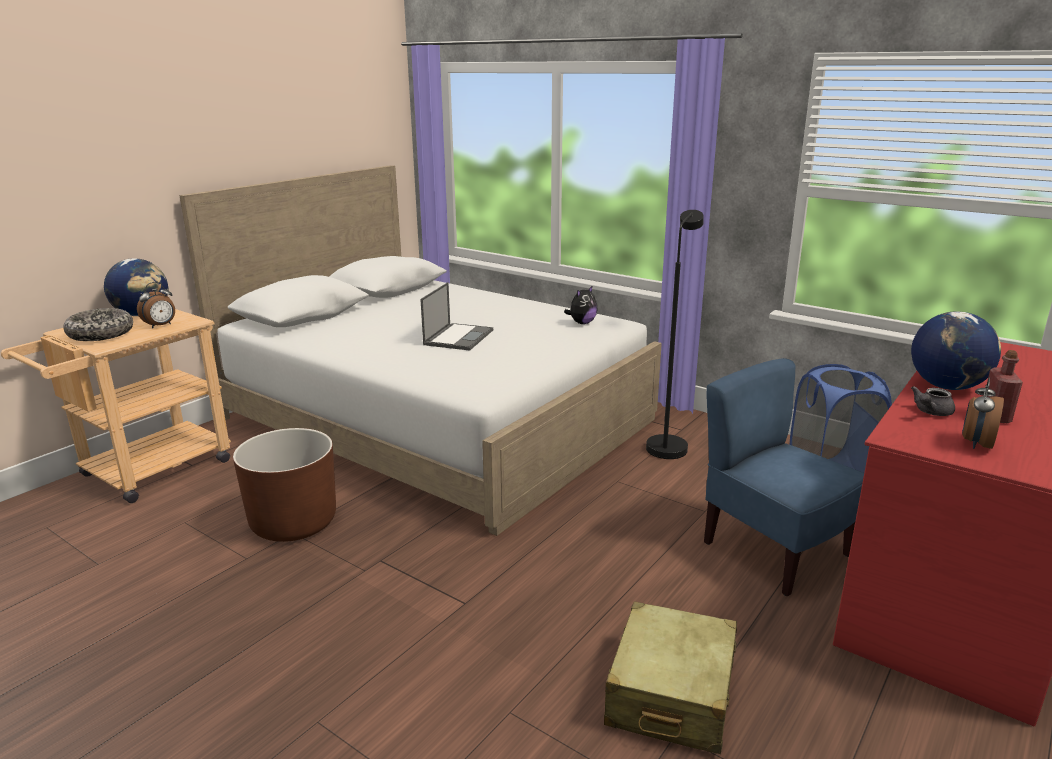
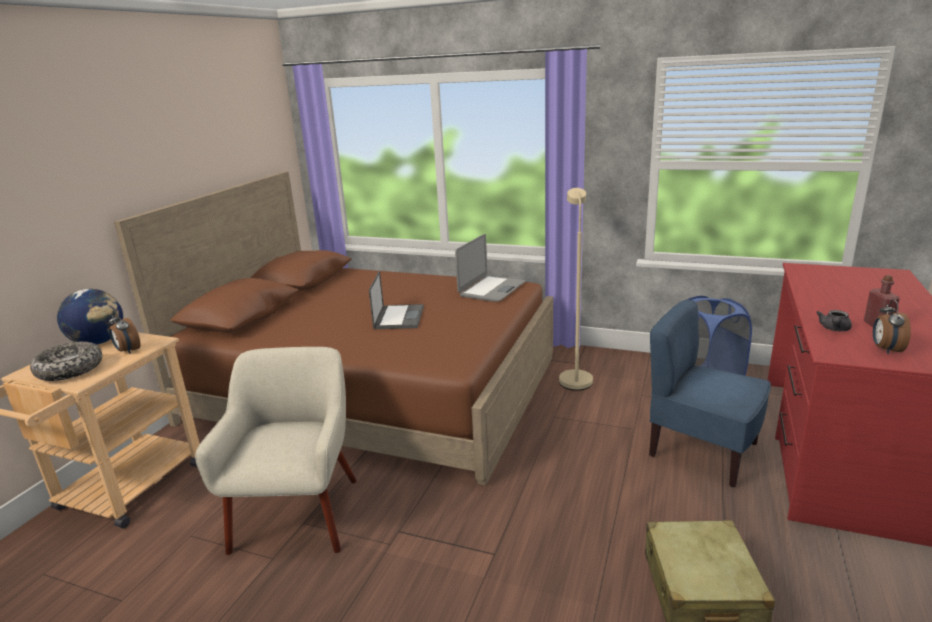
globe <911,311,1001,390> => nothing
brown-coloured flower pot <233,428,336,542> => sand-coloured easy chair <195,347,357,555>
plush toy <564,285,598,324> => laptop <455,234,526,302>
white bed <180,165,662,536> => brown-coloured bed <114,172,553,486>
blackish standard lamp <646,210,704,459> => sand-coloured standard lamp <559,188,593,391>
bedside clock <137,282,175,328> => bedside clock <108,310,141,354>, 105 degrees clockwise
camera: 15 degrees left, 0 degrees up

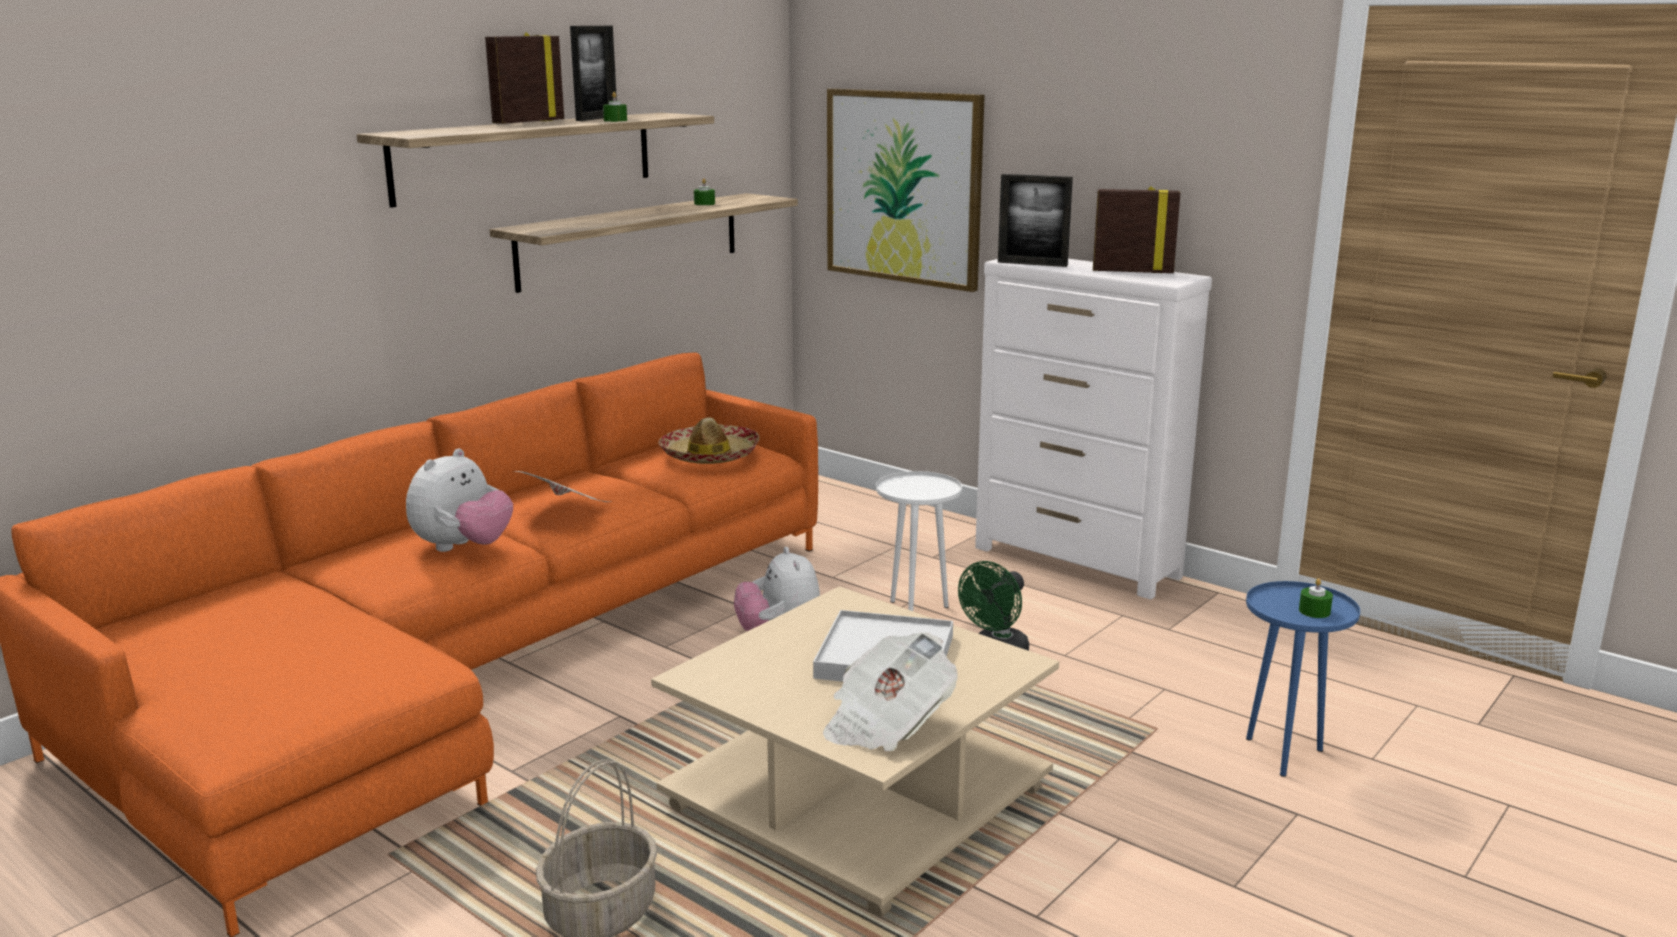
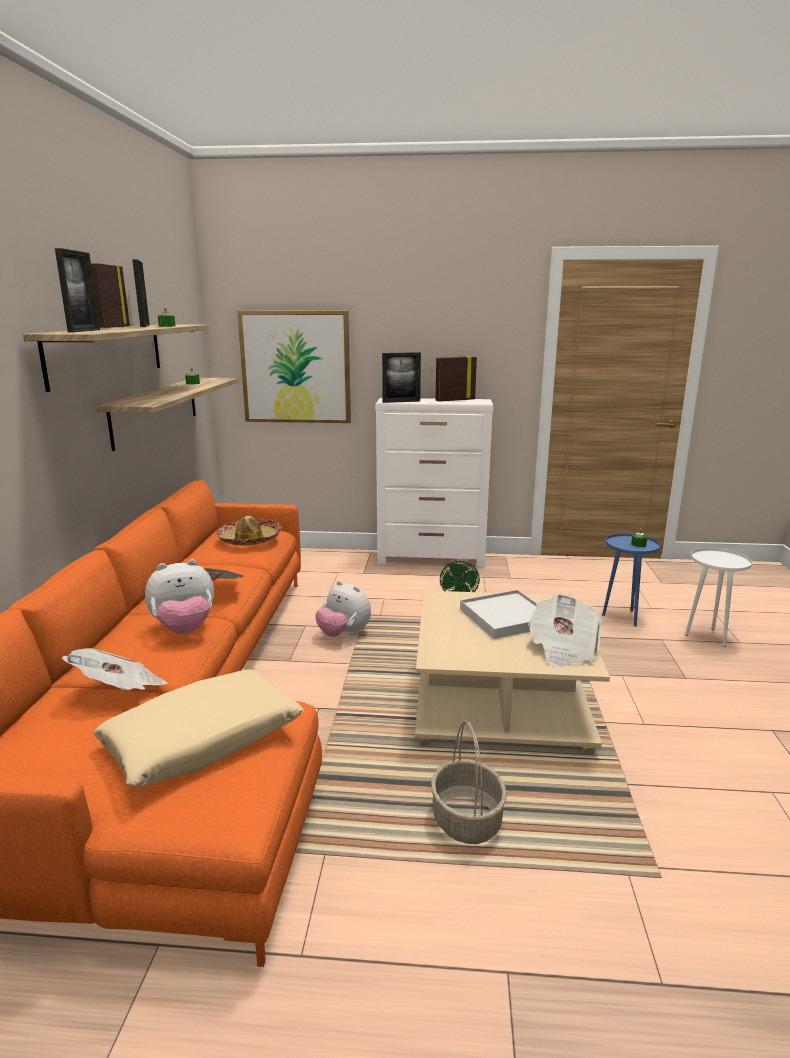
nothing => picture frame <55,248,100,332>
nothing => daily paper <62,648,168,690>
nothing => sand-coloured pillow <94,669,304,787>
white side table <876,471,962,611> => white side table <685,548,752,647>, move
plush toy <406,448,513,552> => plush toy <145,559,214,634>, 75 degrees clockwise
camera: 35 degrees left, 0 degrees up

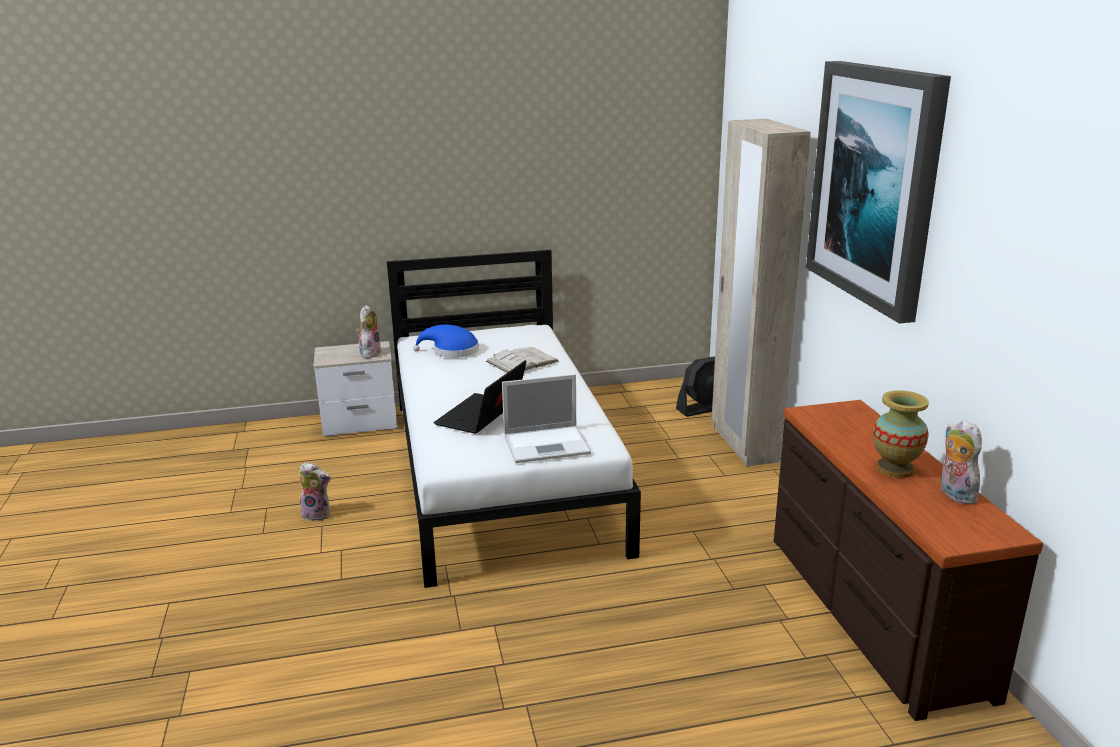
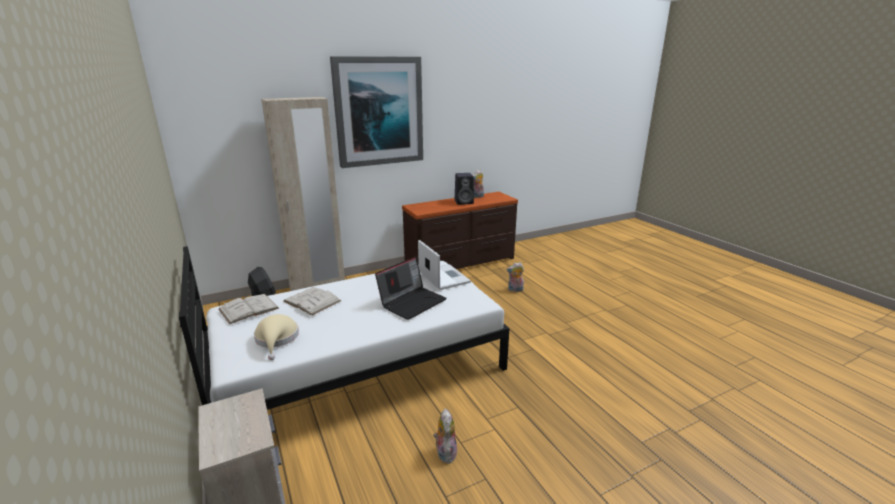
nothing => white bound book <218,294,279,324>
plush toy <356,305,382,358> => plush toy <507,262,524,292>, move
decorative vase <873,390,929,478> => blackish speaker <455,173,474,205>
blue wearable hat <413,325,479,358> => sand-coloured wearable hat <254,314,299,360>
laptop <433,360,527,434> => laptop <375,256,447,320>, 60 degrees counterclockwise
camera: 105 degrees left, 0 degrees up

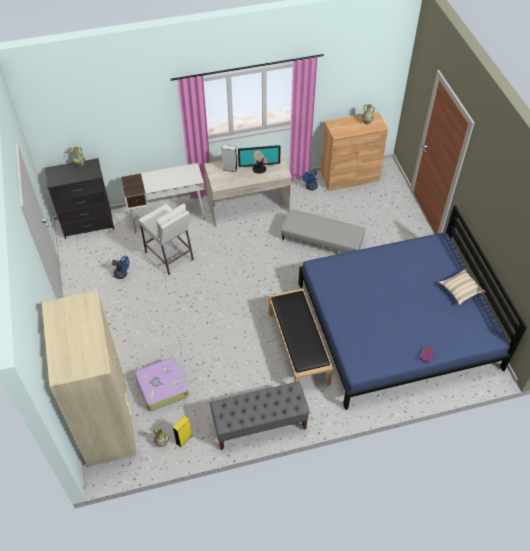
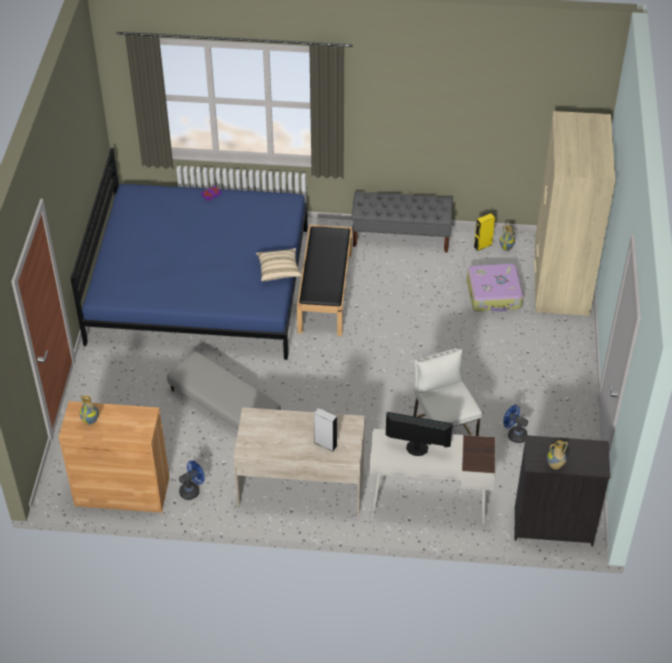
computer screen <238,145,281,174> => computer screen <386,412,453,456>, move
sand-coloured pillow <439,269,486,305> => sand-coloured pillow <256,248,302,281>, move
camera: 160 degrees left, 5 degrees down

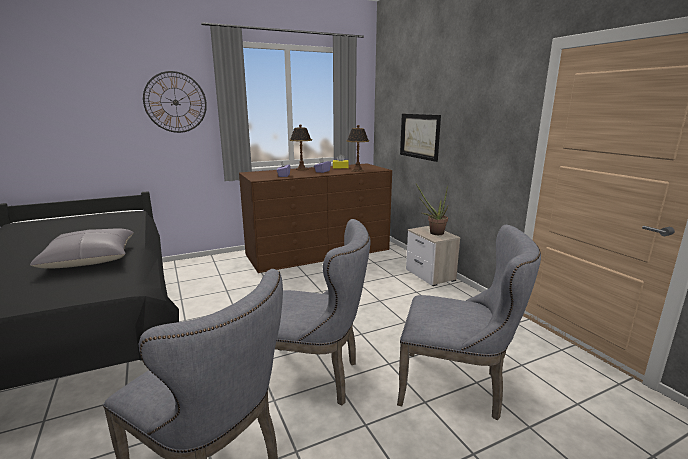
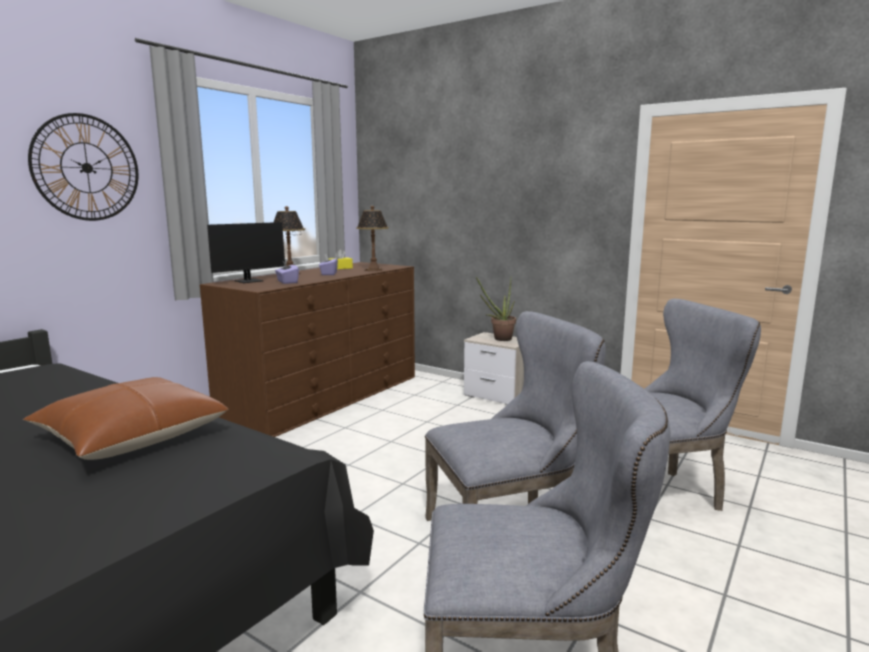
picture <400,114,441,162> => nothing
nothing => computer screen <207,222,303,283>
grey pillow <30,228,134,268> => brown-coloured pillow <23,377,228,460>
camera: 30 degrees left, 5 degrees down

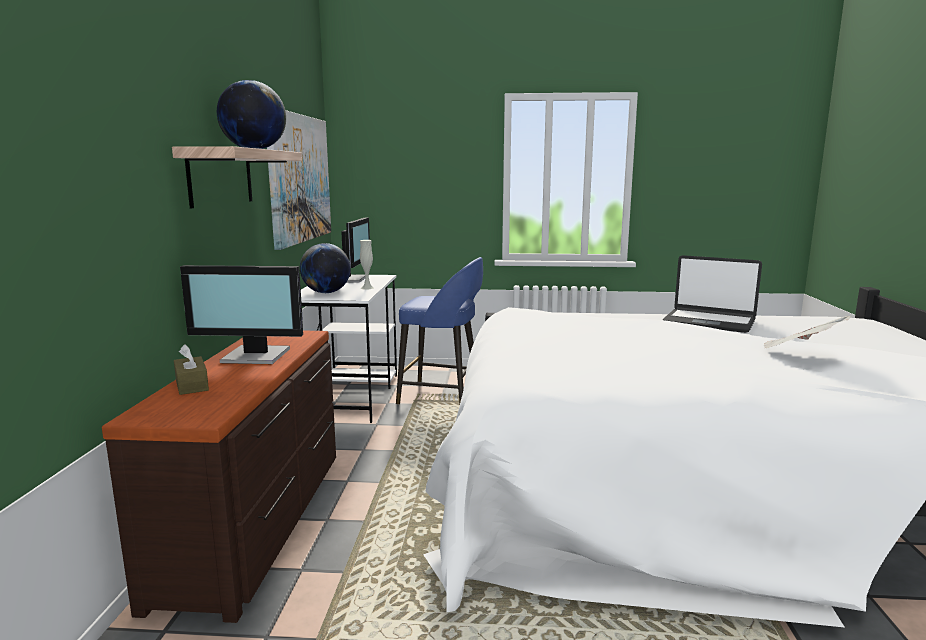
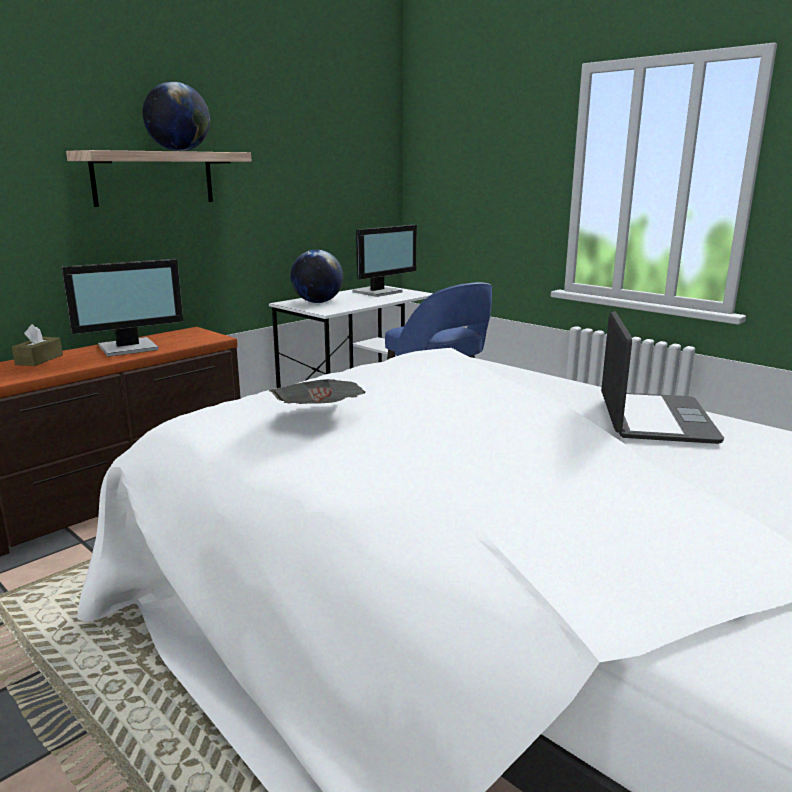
picture <267,110,331,250> => nothing
white decorative vase <360,240,374,289> => nothing
daily paper <764,316,850,348> => daily paper <269,379,366,404>, move
computer screen <180,265,303,364> => computer screen <61,259,184,357>, 75 degrees counterclockwise
laptop <663,255,762,333> => laptop <601,311,724,444>, 150 degrees counterclockwise
camera: 40 degrees right, 5 degrees up

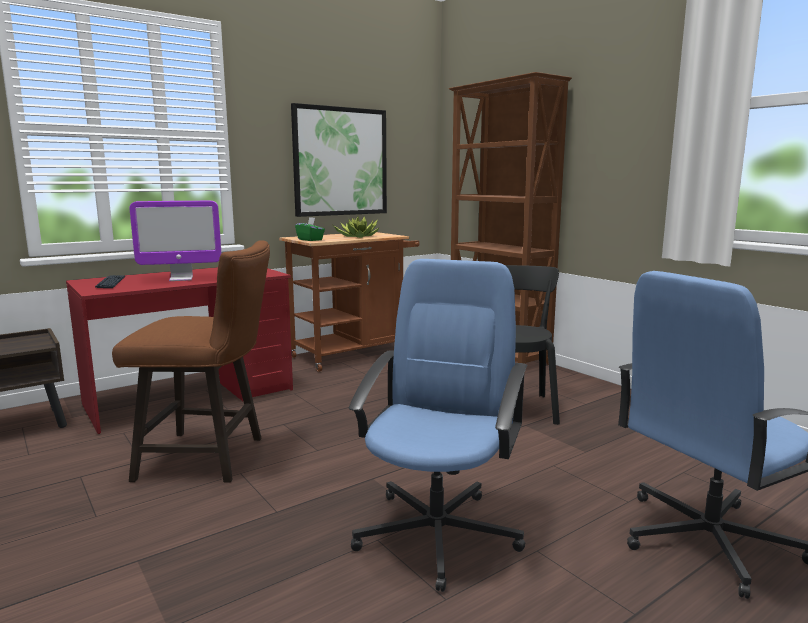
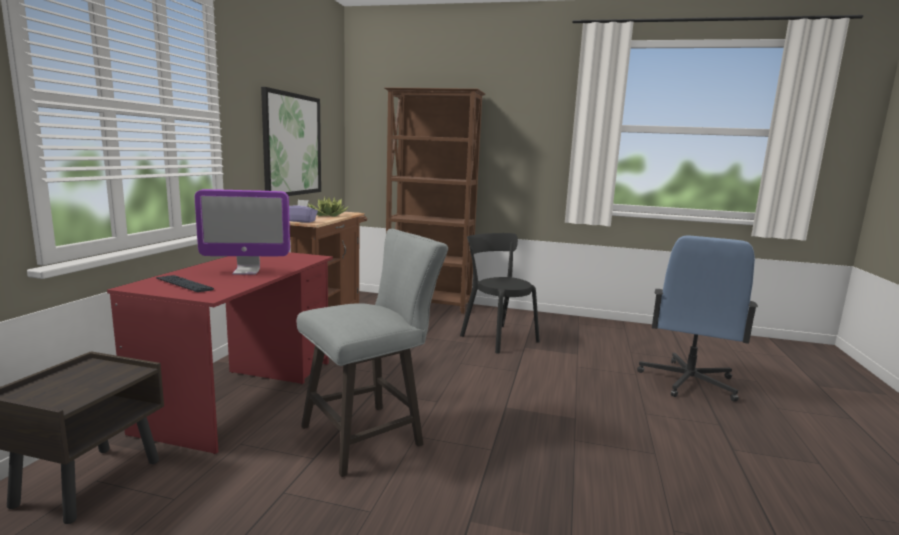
blue computer chair <348,259,528,592> => nothing
brown-coloured sitting stool <112,240,270,483> => grey sitting stool <297,229,448,477>
greenish tissue box <295,217,325,241> => purple-coloured tissue box <289,200,318,223>
computer screen <129,201,221,281> => computer screen <195,189,290,275>, 45 degrees clockwise
camera: 40 degrees left, 0 degrees up

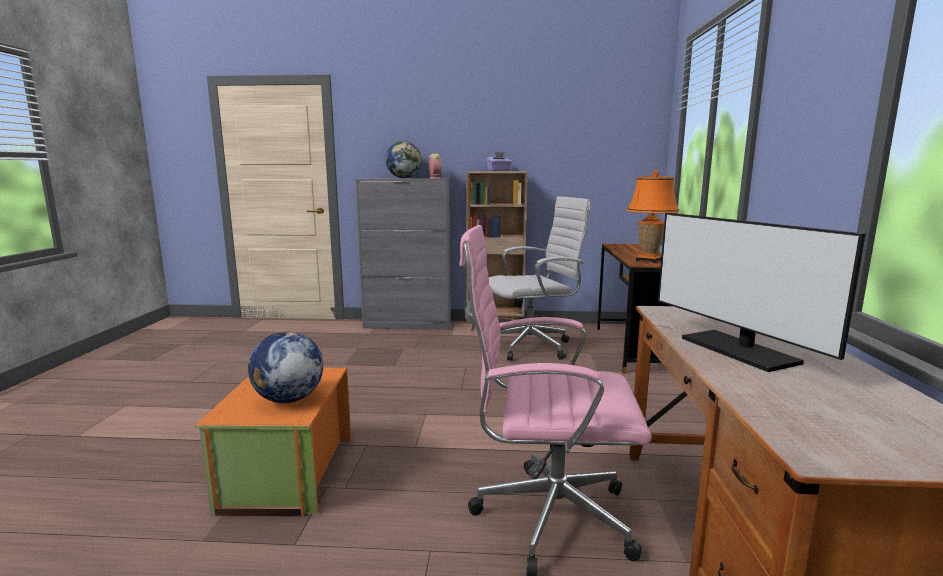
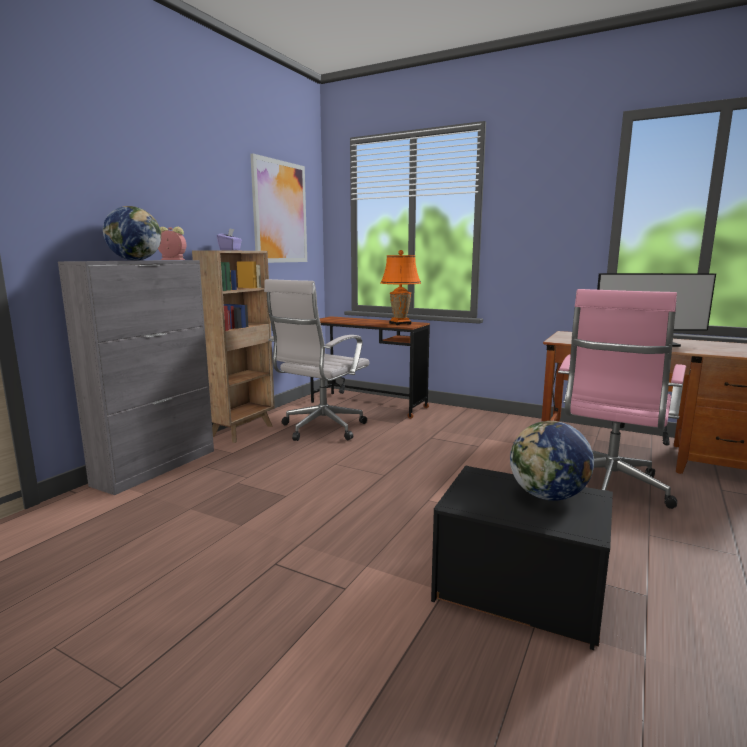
nothing => picture <250,153,307,263>
orangey storage box <195,368,351,516> => blackish storage box <431,465,613,650>
white computer chair <489,196,591,361> => white computer chair <264,279,370,441>, 150 degrees counterclockwise
camera: 65 degrees left, 0 degrees up

